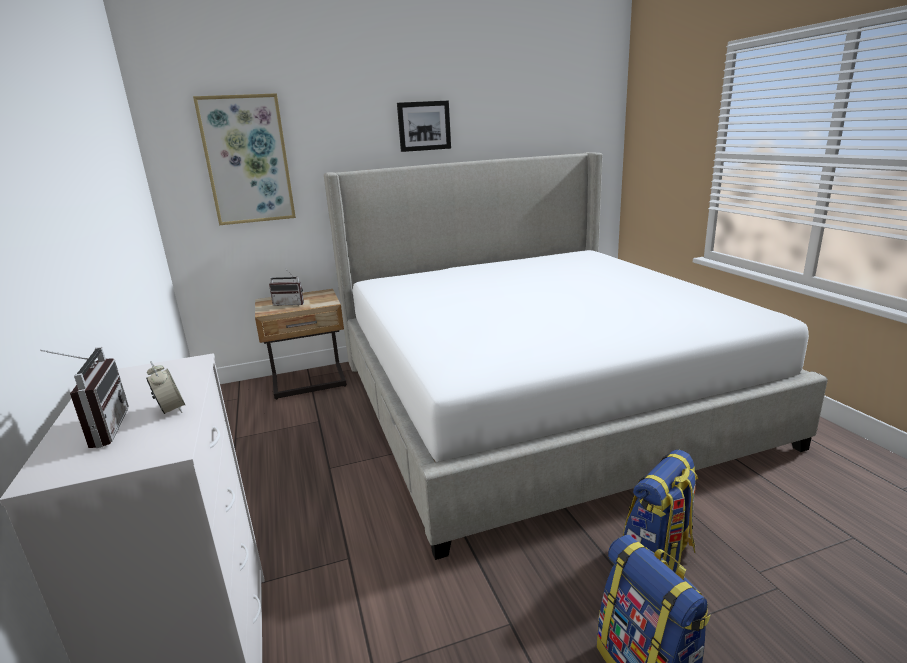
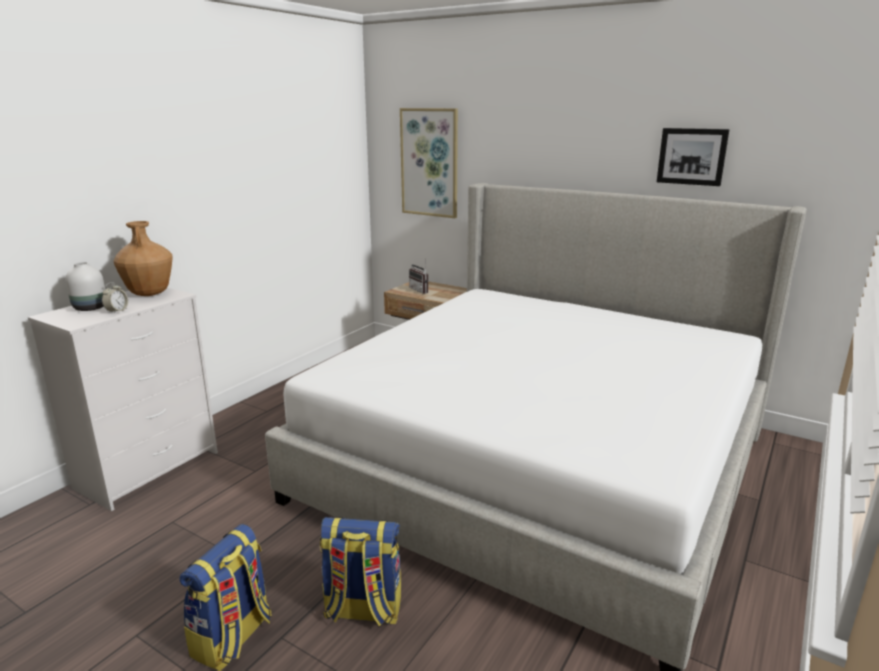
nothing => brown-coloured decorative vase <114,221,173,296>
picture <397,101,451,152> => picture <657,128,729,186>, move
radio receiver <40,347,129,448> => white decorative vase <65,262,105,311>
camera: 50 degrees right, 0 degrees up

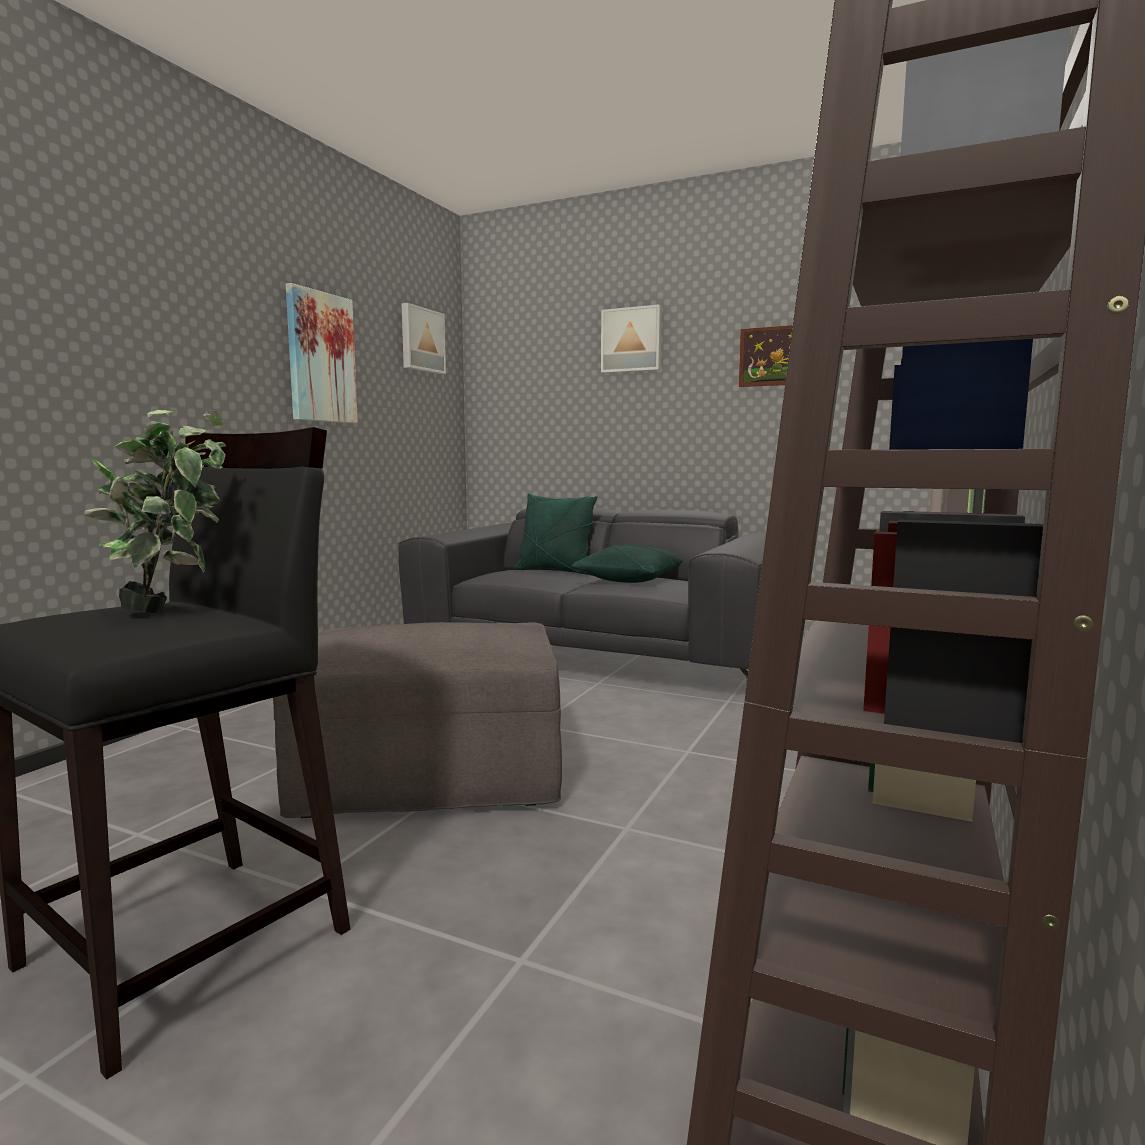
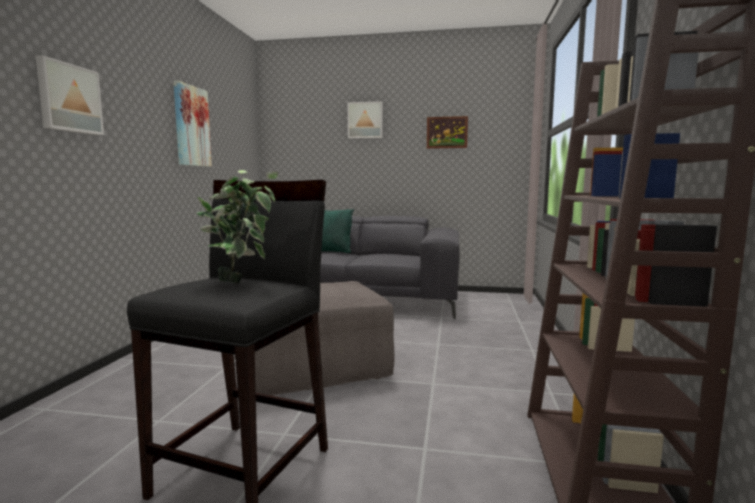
greenish pillow <572,544,683,583> => nothing
picture <401,303,446,374> => picture <36,55,104,135>, move
camera: 15 degrees left, 0 degrees up

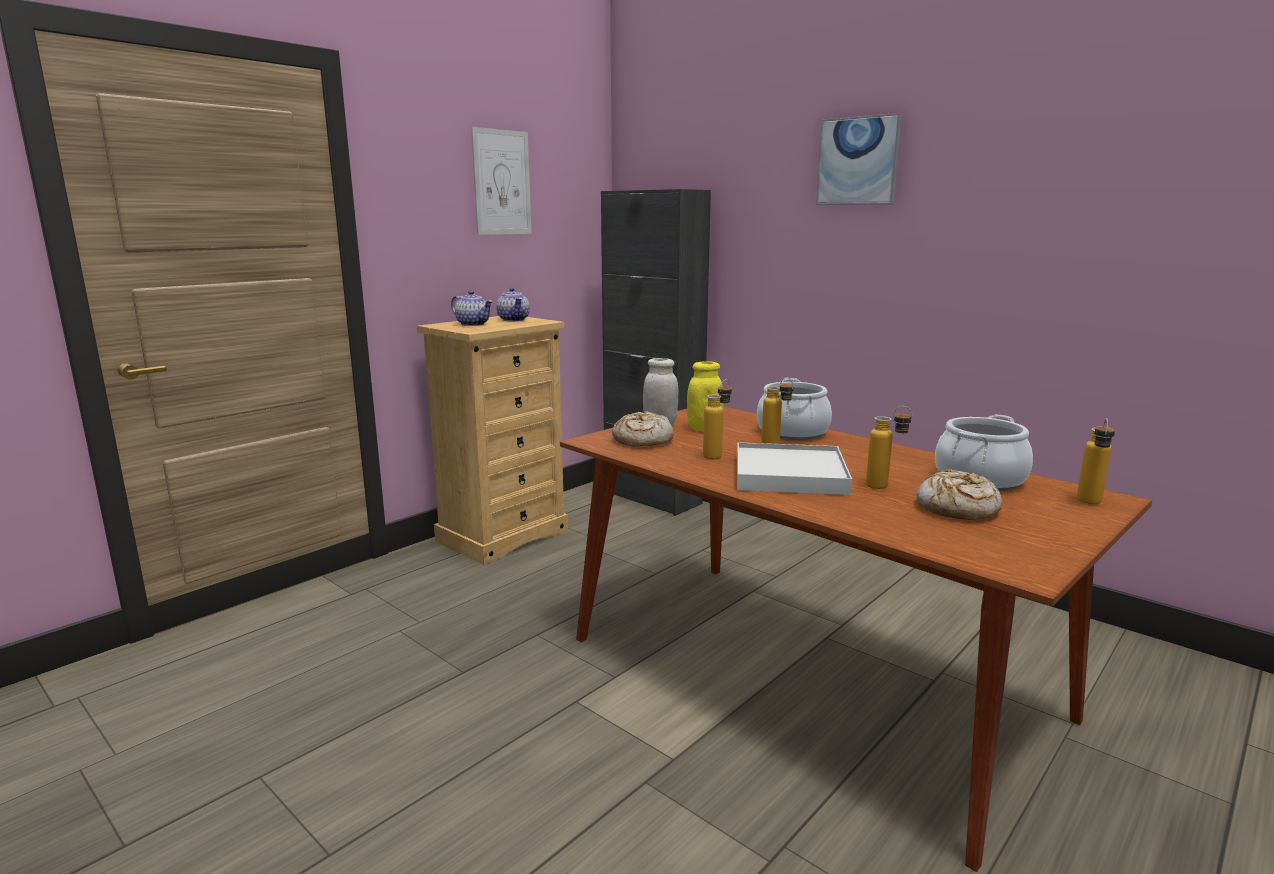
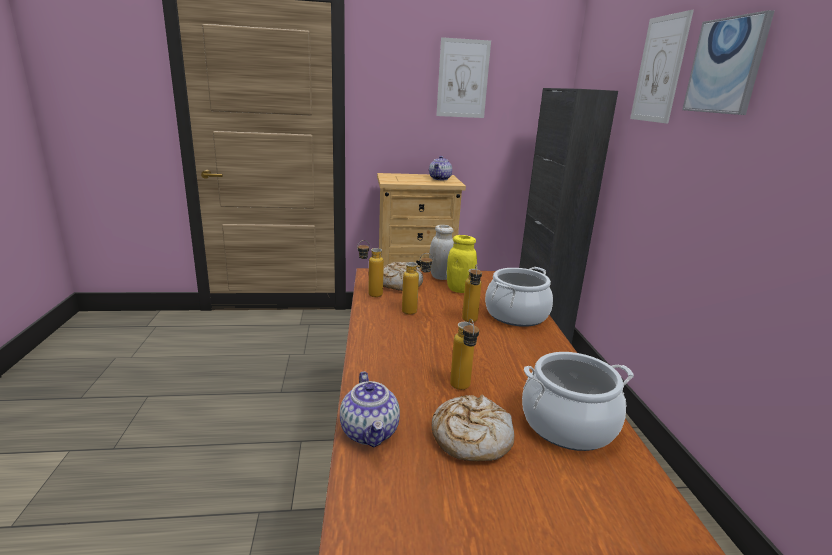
white tray <737,442,852,495> => nothing
nothing => picture <630,10,694,124>
pot for tea <451,291,493,326> => pot for tea <340,372,400,447>, move
beverage bottle <1077,418,1115,504> => beverage bottle <357,240,384,297>, move
camera: 40 degrees right, 5 degrees up

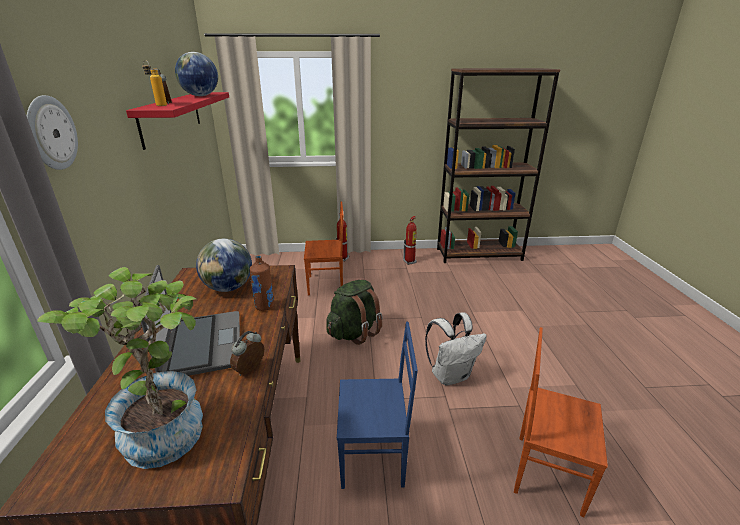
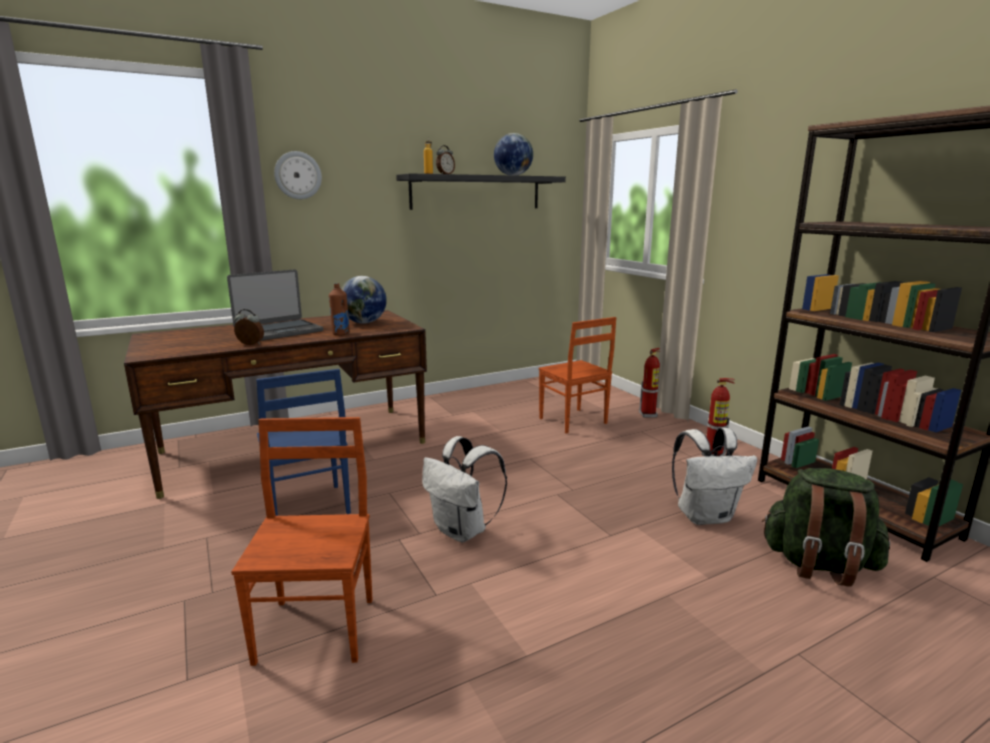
plant in a pot <37,267,203,469> => nothing
nothing => white backpack <672,428,757,525>
greenish backpack <326,280,383,345> => greenish backpack <762,468,890,587>, move
red shelf <126,92,229,150> => blackish shelf <396,173,566,210>
camera: 65 degrees right, 10 degrees down

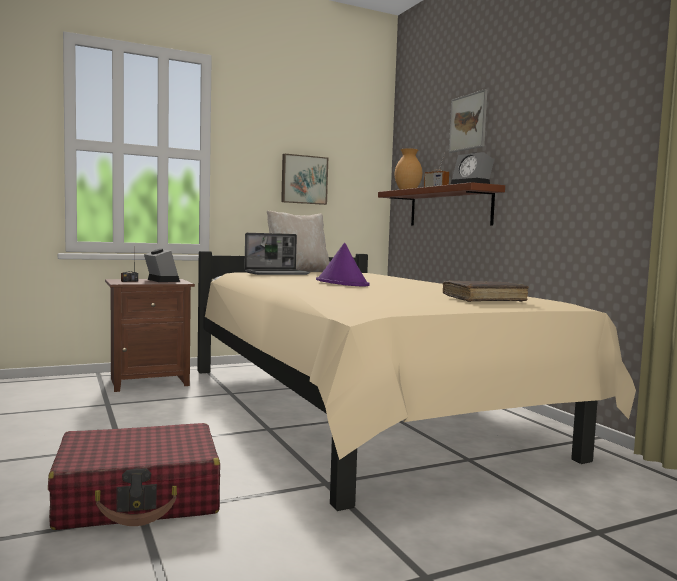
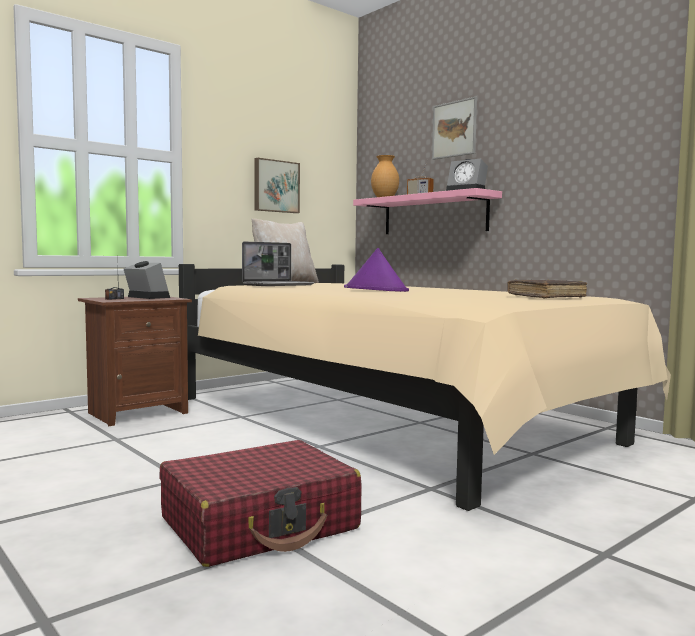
brown-coloured shelf <378,182,505,226> => pink shelf <353,188,502,234>
camera: 15 degrees left, 0 degrees up

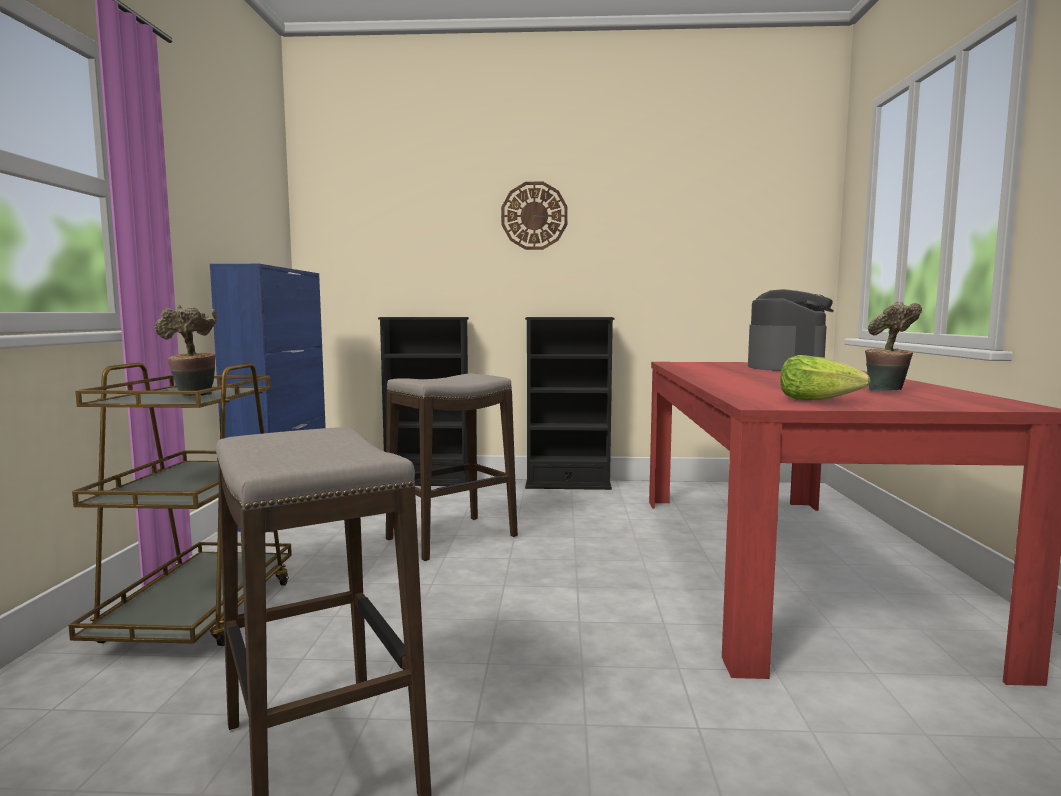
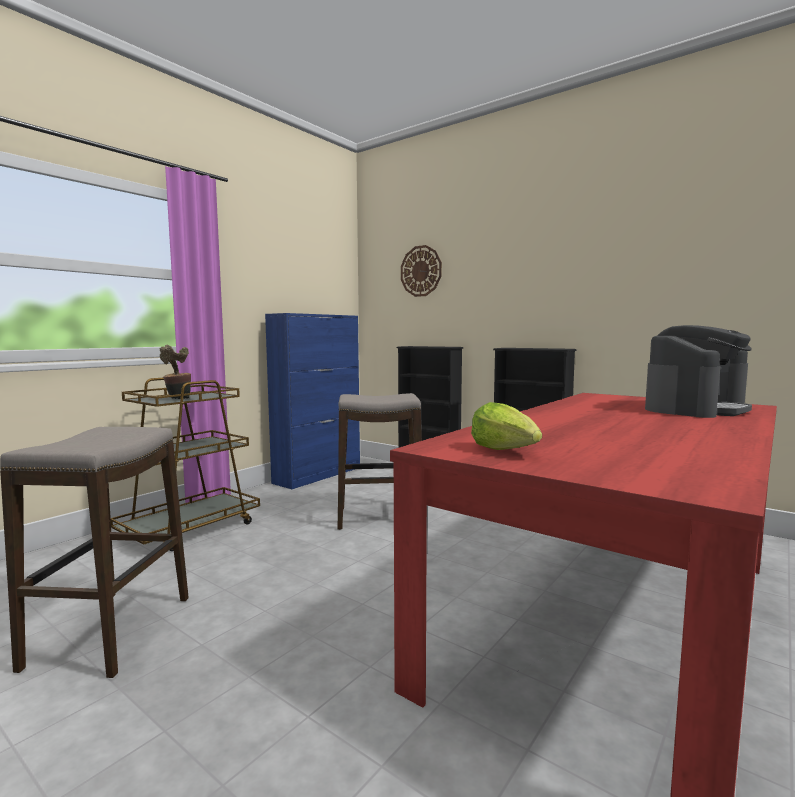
plant in a pot <865,301,922,391> => nothing
wall clock <501,182,568,250> => wall clock <401,245,442,297>, move
camera: 35 degrees right, 0 degrees up

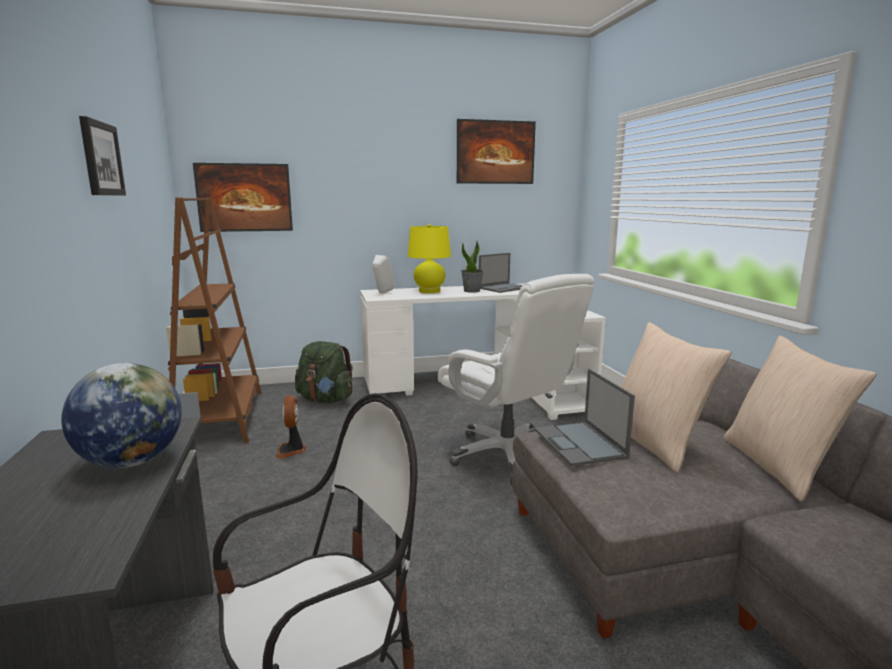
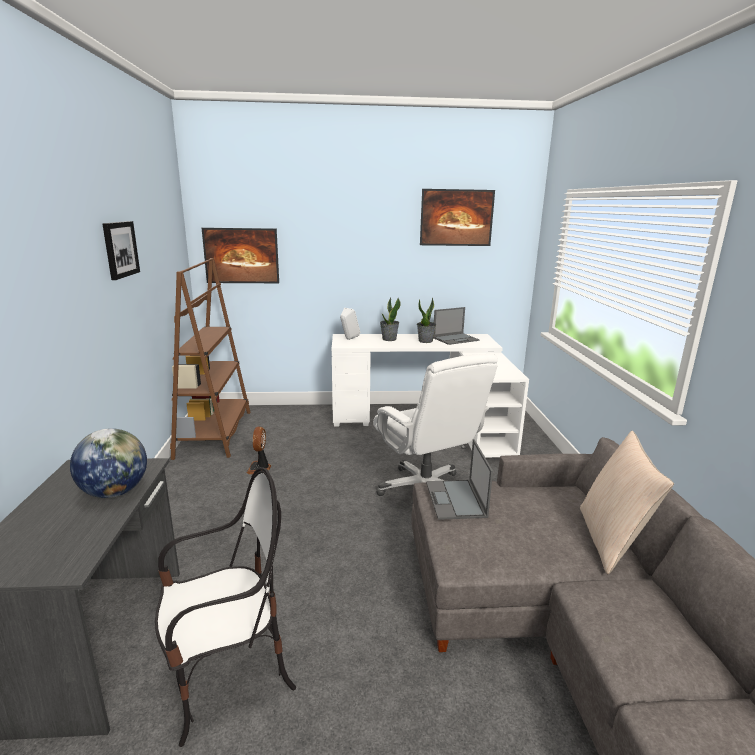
greenish backpack <295,341,353,403> => nothing
sand-coloured pillow <621,322,732,473> => nothing
yellow-coloured table lamp <408,224,451,293> => plant in a pot <380,297,400,341>
camera: 10 degrees right, 5 degrees up

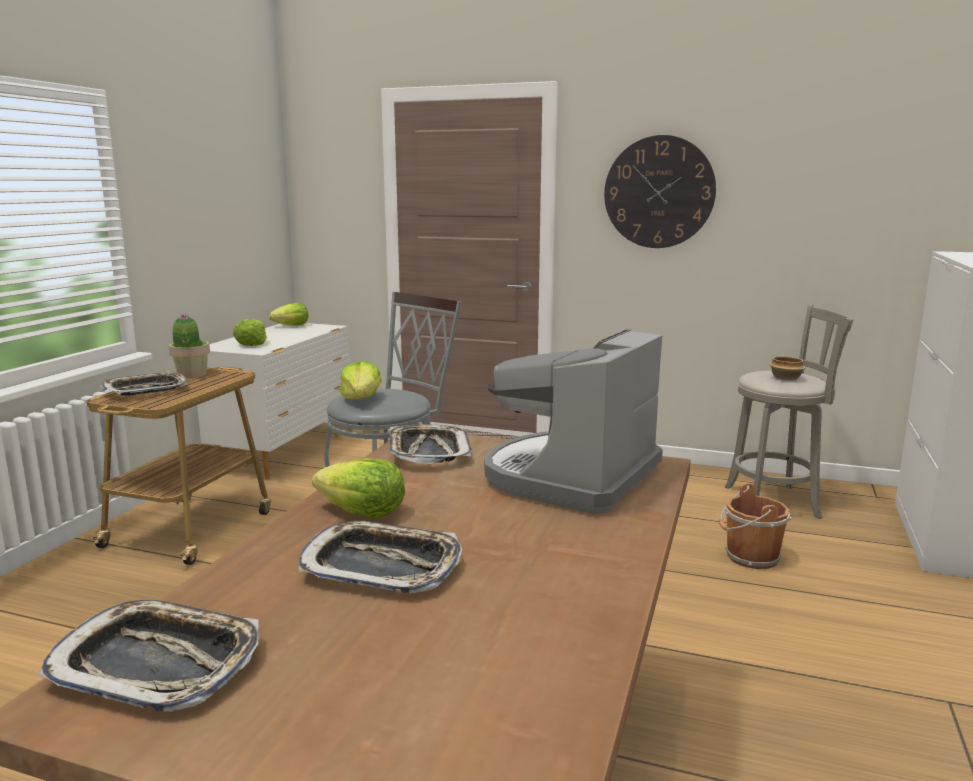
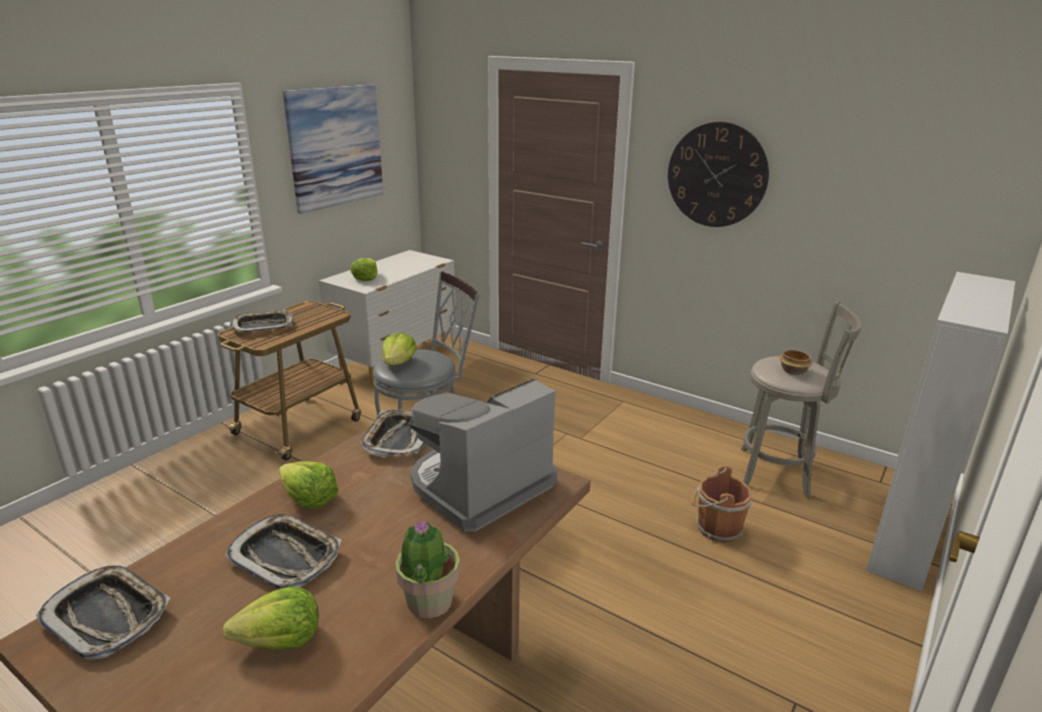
nothing => picture <283,84,383,214>
plant in a pot <169,313,210,378> => plant in a pot <395,520,460,618>, move
head of lettuce <269,303,308,326> => head of lettuce <223,586,319,650>, move
camera: 15 degrees right, 10 degrees up

